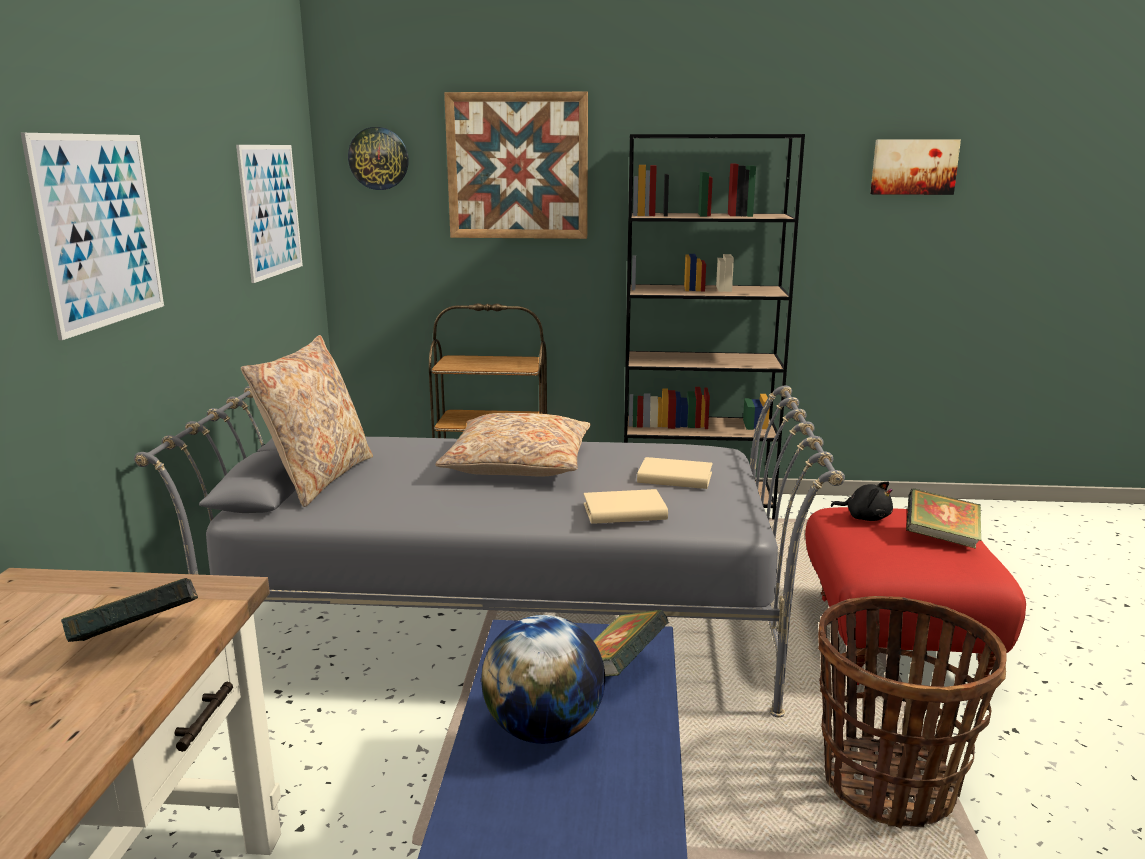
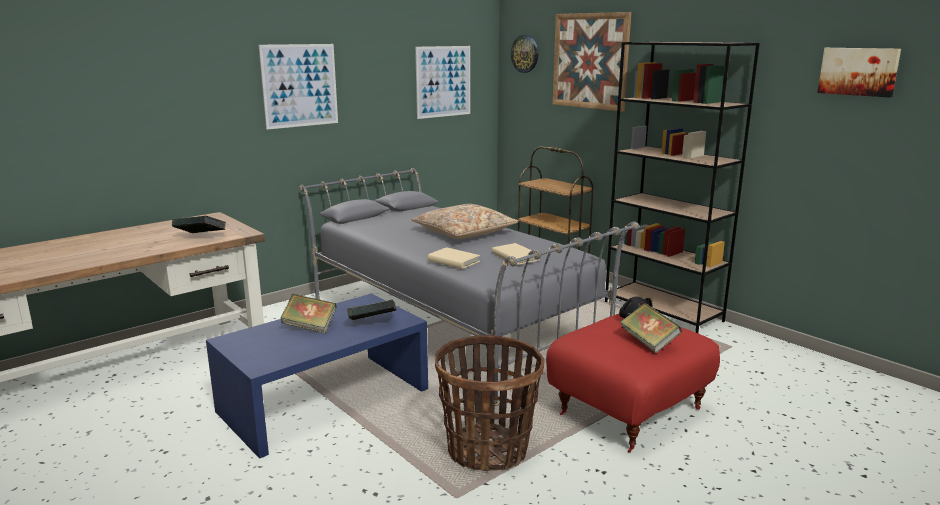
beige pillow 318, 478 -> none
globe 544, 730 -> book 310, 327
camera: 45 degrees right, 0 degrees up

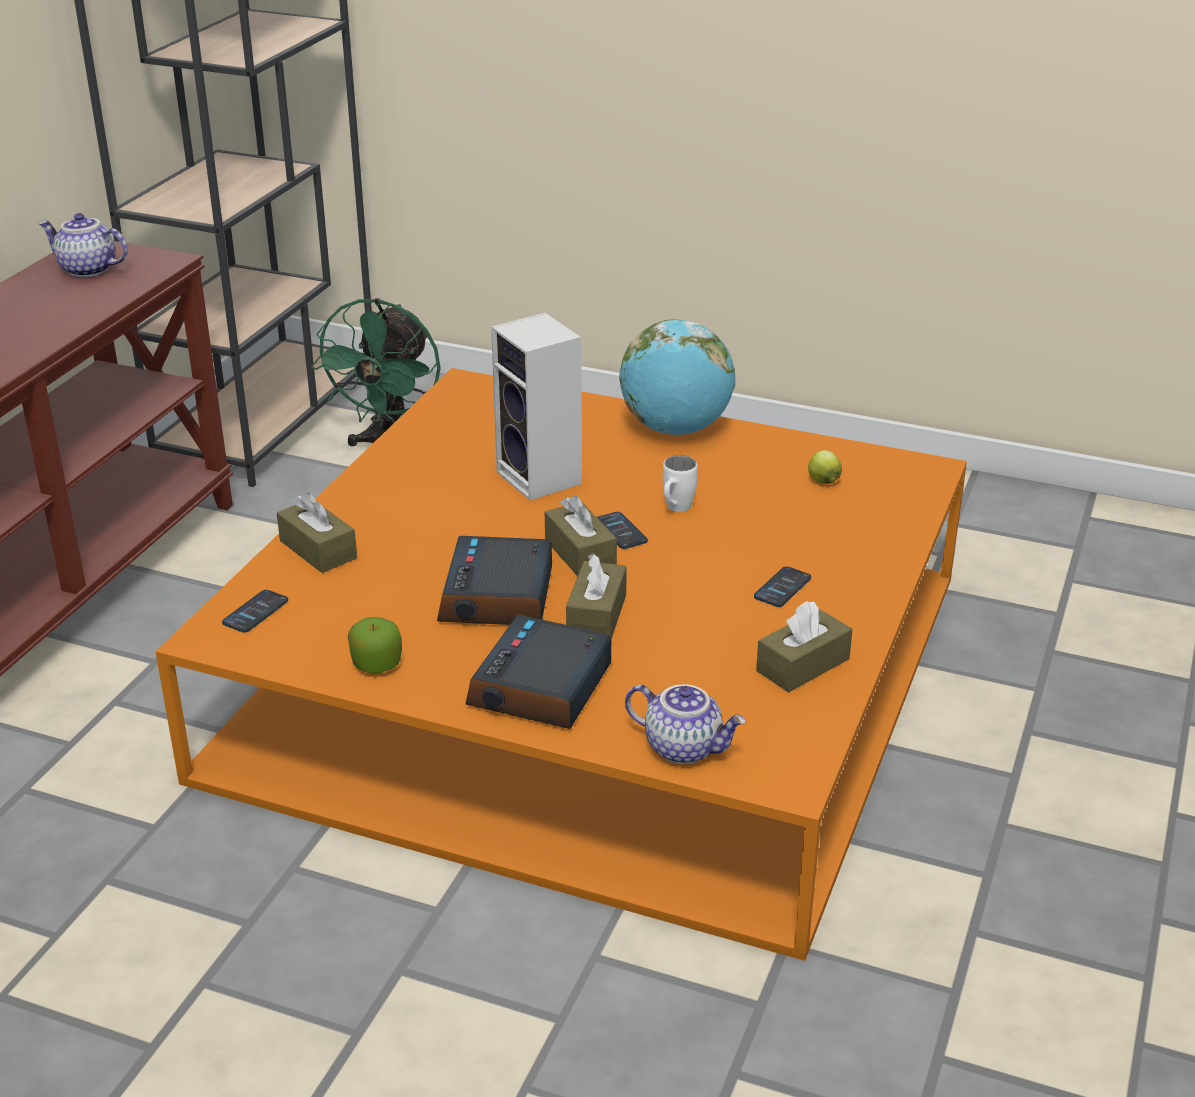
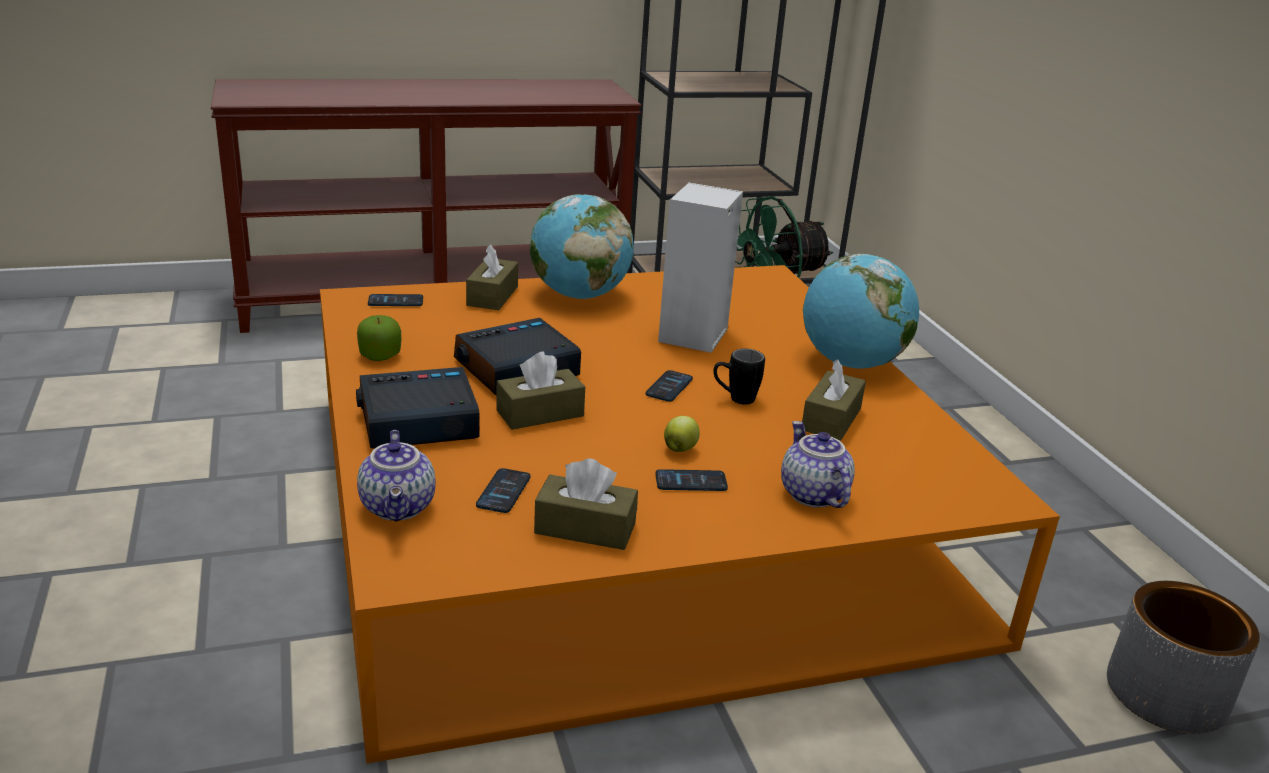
none -> phone 503, 491
none -> globe 579, 295
none -> grey planter 1166, 696
teapot 87, 270 -> teapot 811, 494, shifted
brown tissue box 580, 553 -> brown tissue box 831, 419, shifted
apple 823, 481 -> apple 680, 449, shifted
white mug 675, 510 -> black mug 734, 399
camera: 50 degrees right, 5 degrees down

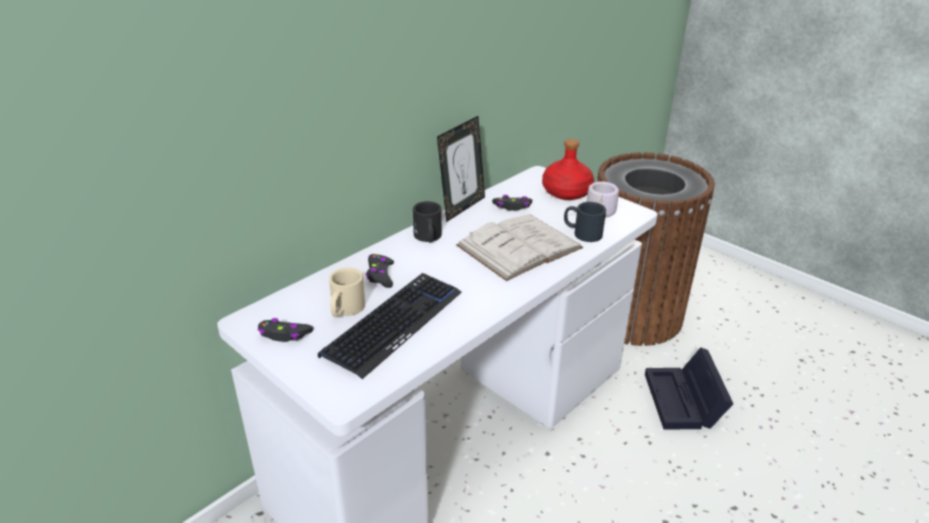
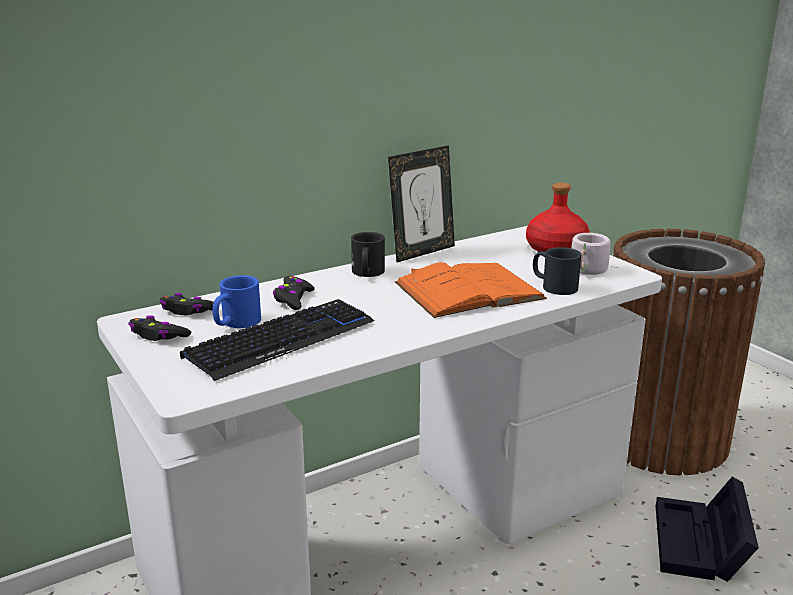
black game controller 512, 207 -> black game controller 188, 311, shifted
beige mug 345, 310 -> blue mug 236, 323
white book 519, 246 -> orange book 468, 290
camera: 15 degrees right, 10 degrees down

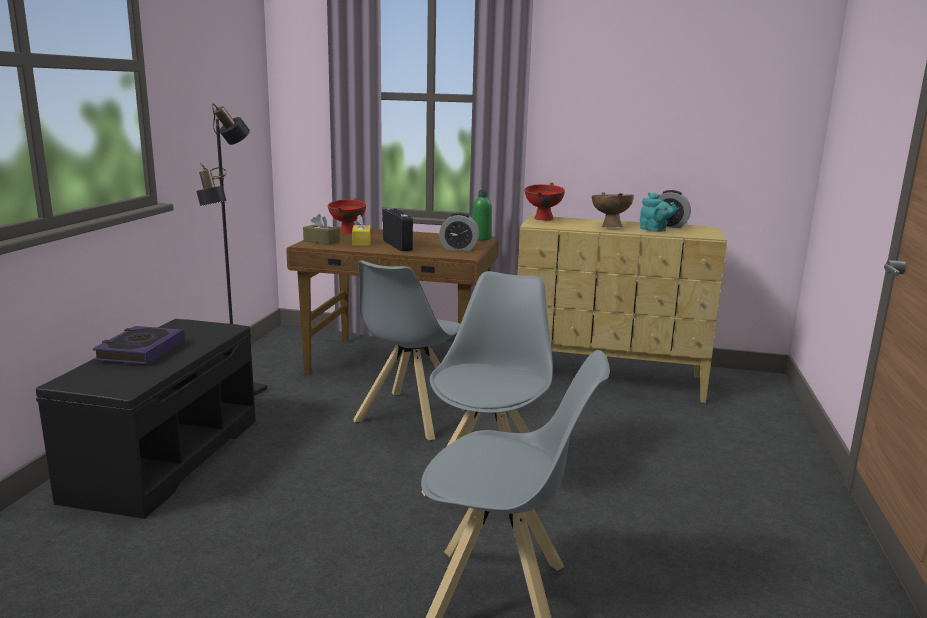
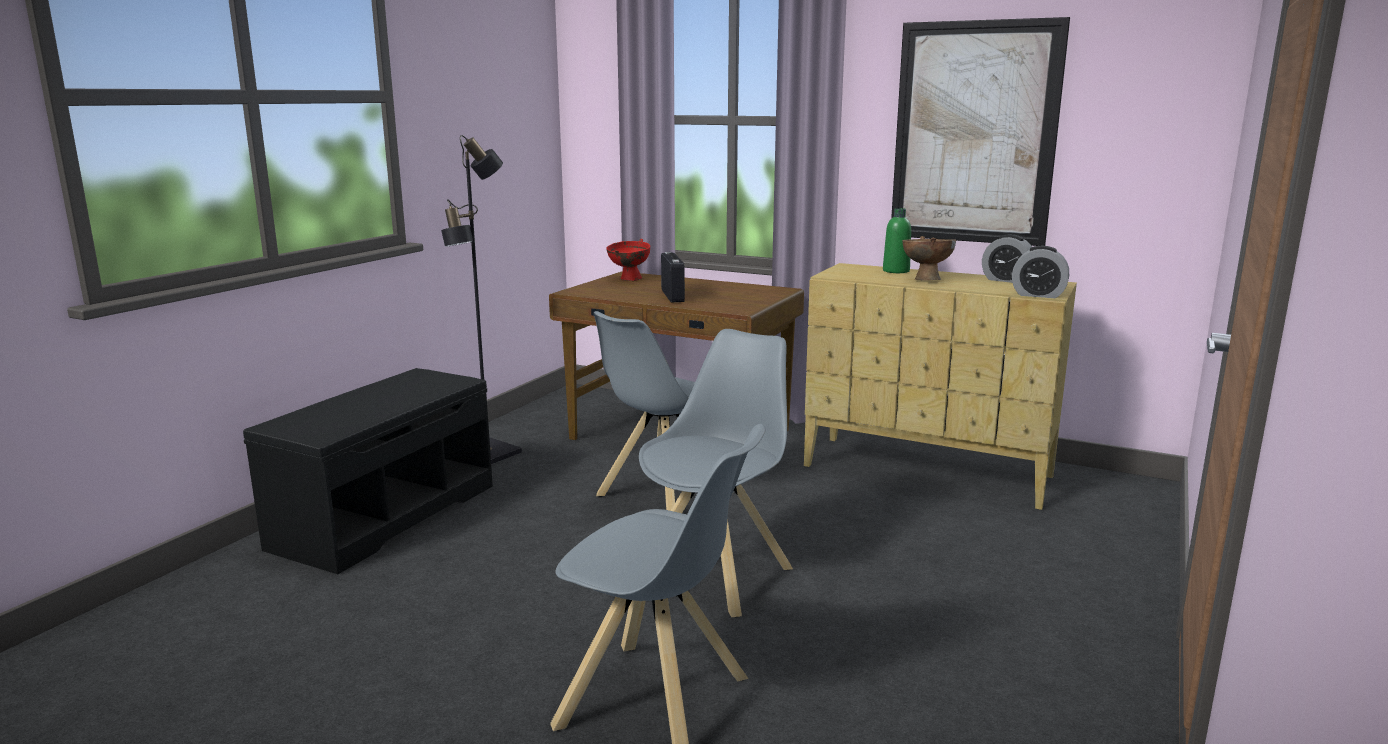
book 141, 351 -> none
brown tissue box 321, 241 -> none
yellow tissue box 361, 242 -> none
red bowl 542, 219 -> none
turquoise teapot 654, 230 -> none
none -> picture 974, 134
alarm clock 459, 248 -> alarm clock 1038, 295, shifted
green bottle 481, 238 -> green bottle 896, 271, shifted
camera: 15 degrees right, 0 degrees up

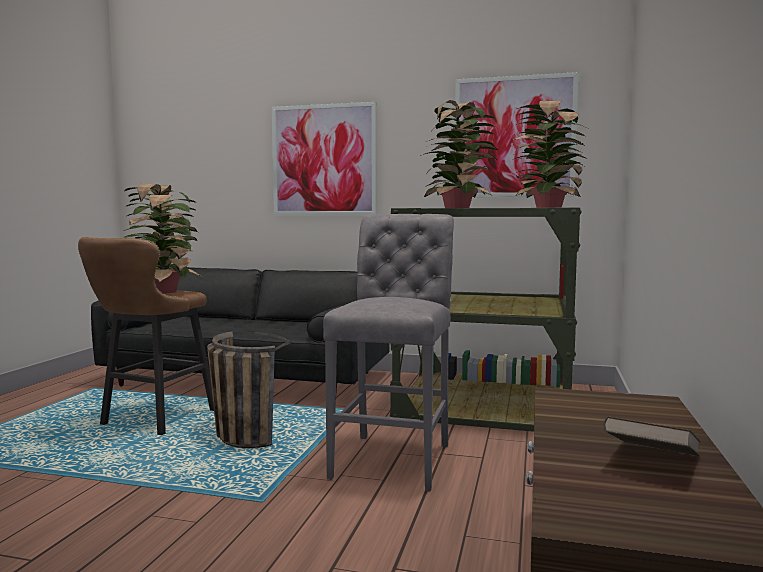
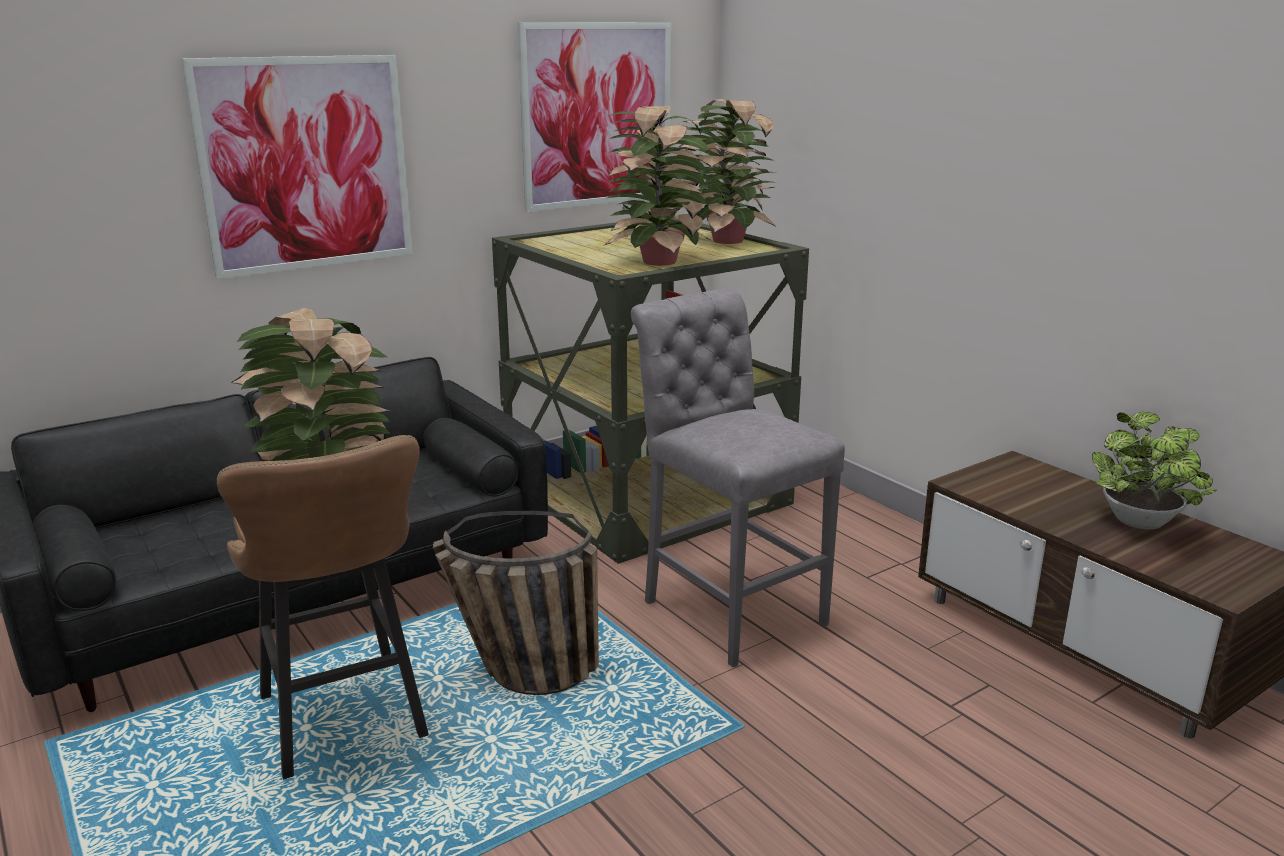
brown book 651, 461 -> potted plant 1141, 524
camera: 50 degrees left, 15 degrees up

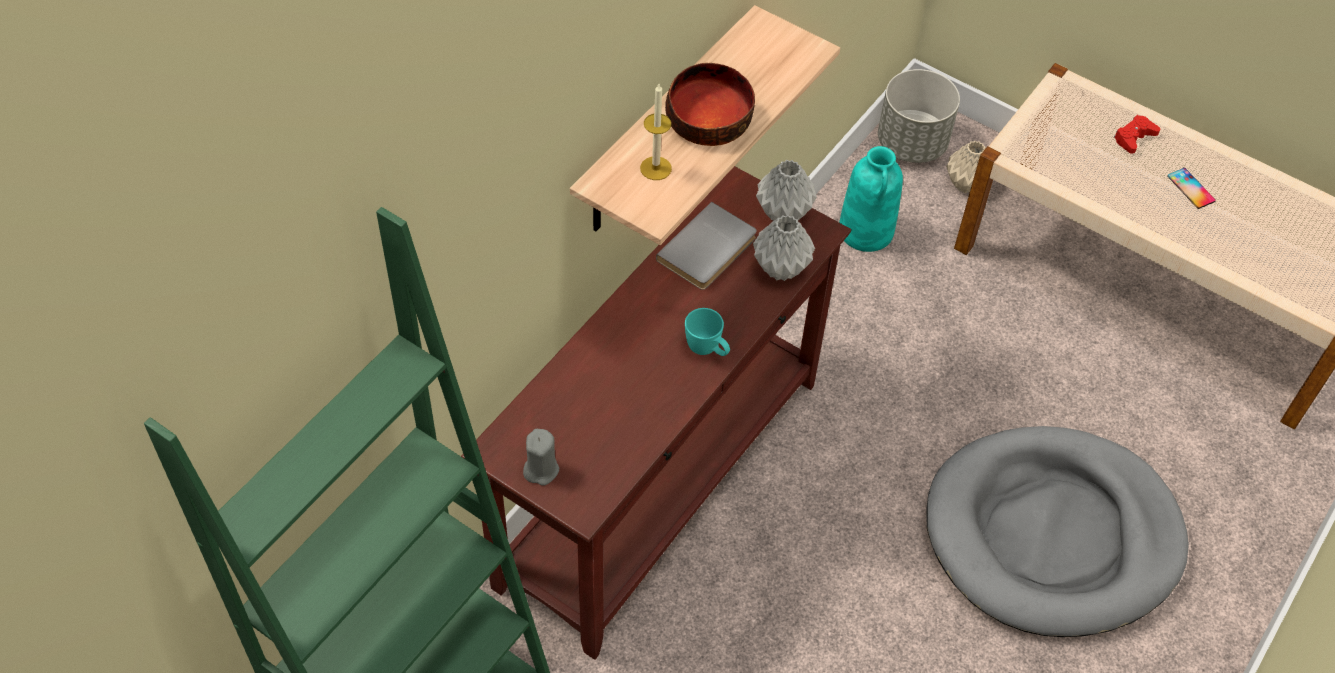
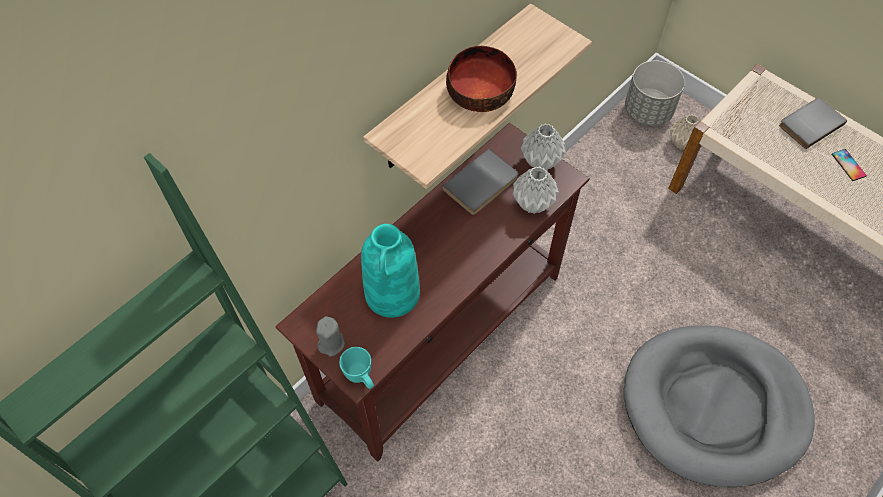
candle 655, 168 -> none
turquoise mug 707, 350 -> turquoise mug 361, 378, shifted
turquoise vase 866, 232 -> turquoise vase 393, 294, shifted
red game controller 1134, 138 -> grey book 809, 123
camera: 10 degrees right, 5 degrees up

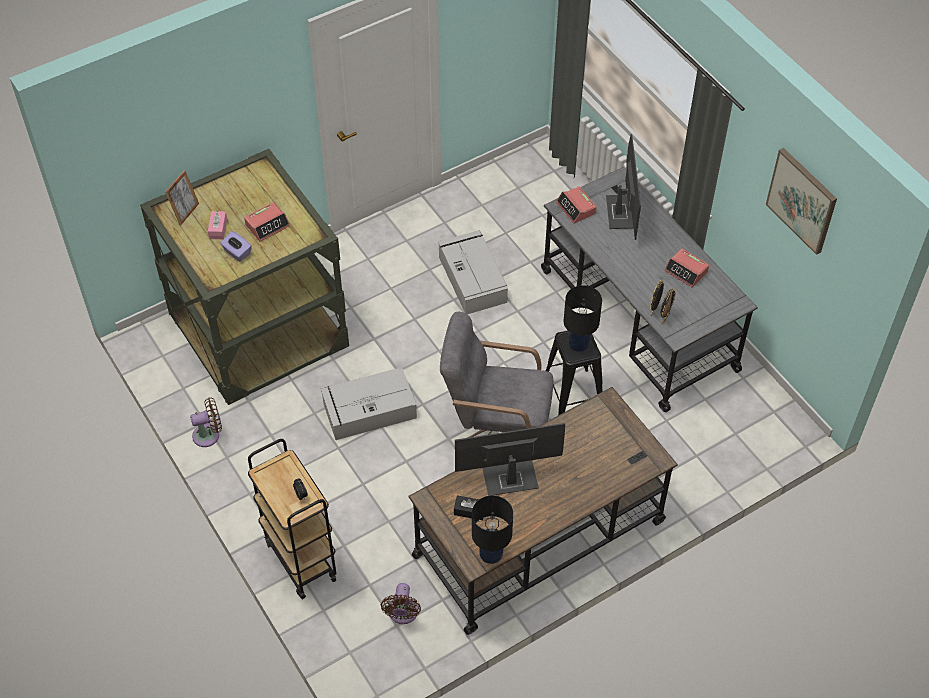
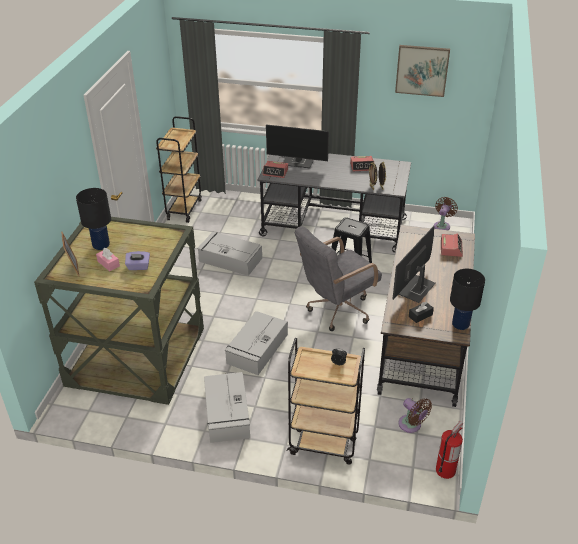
none -> brown cart 184, 209
none -> grey storage box 227, 414
none -> fire extinguisher 445, 470
brown fan 209, 435 -> brown fan 442, 225, shifted
alarm clock 267, 225 -> alarm clock 451, 248, shifted
black table lamp 579, 345 -> black table lamp 101, 246, shifted
monitor 621, 211 -> monitor 298, 162, 150 degrees clockwise
camera: 45 degrees left, 15 degrees down

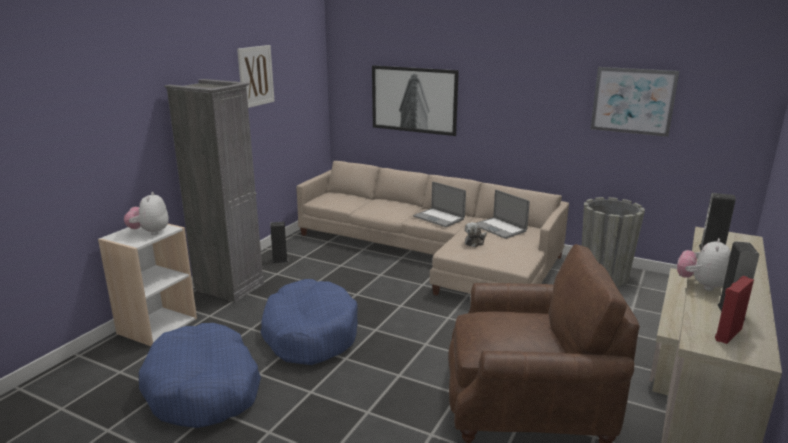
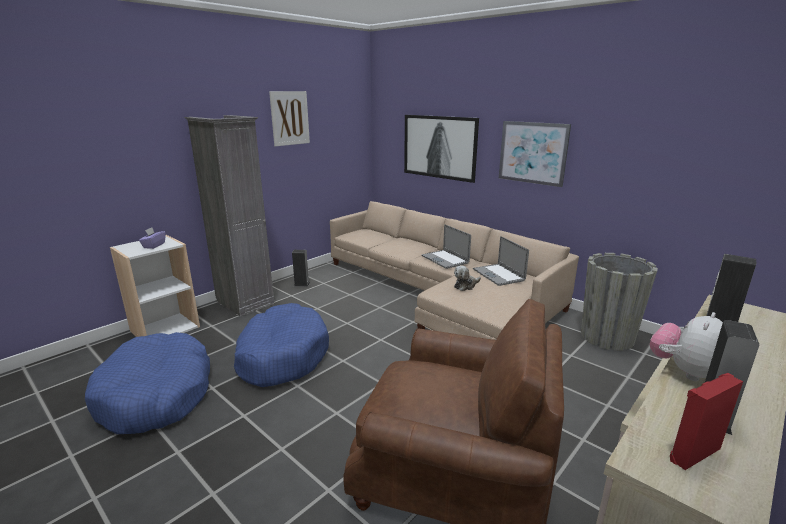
picture 633, 101 -> picture 532, 153, shifted
plush toy 150, 232 -> purple tissue box 154, 245
camera: 15 degrees right, 0 degrees up

